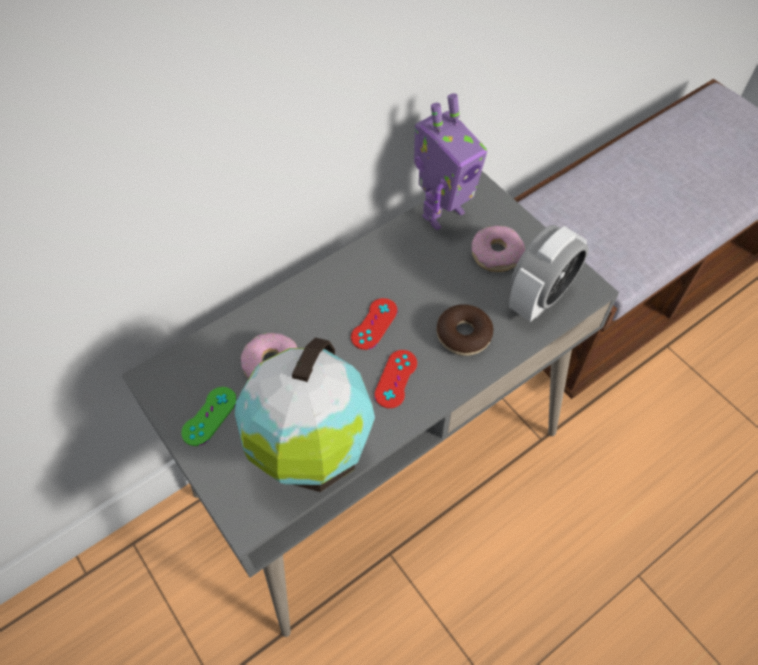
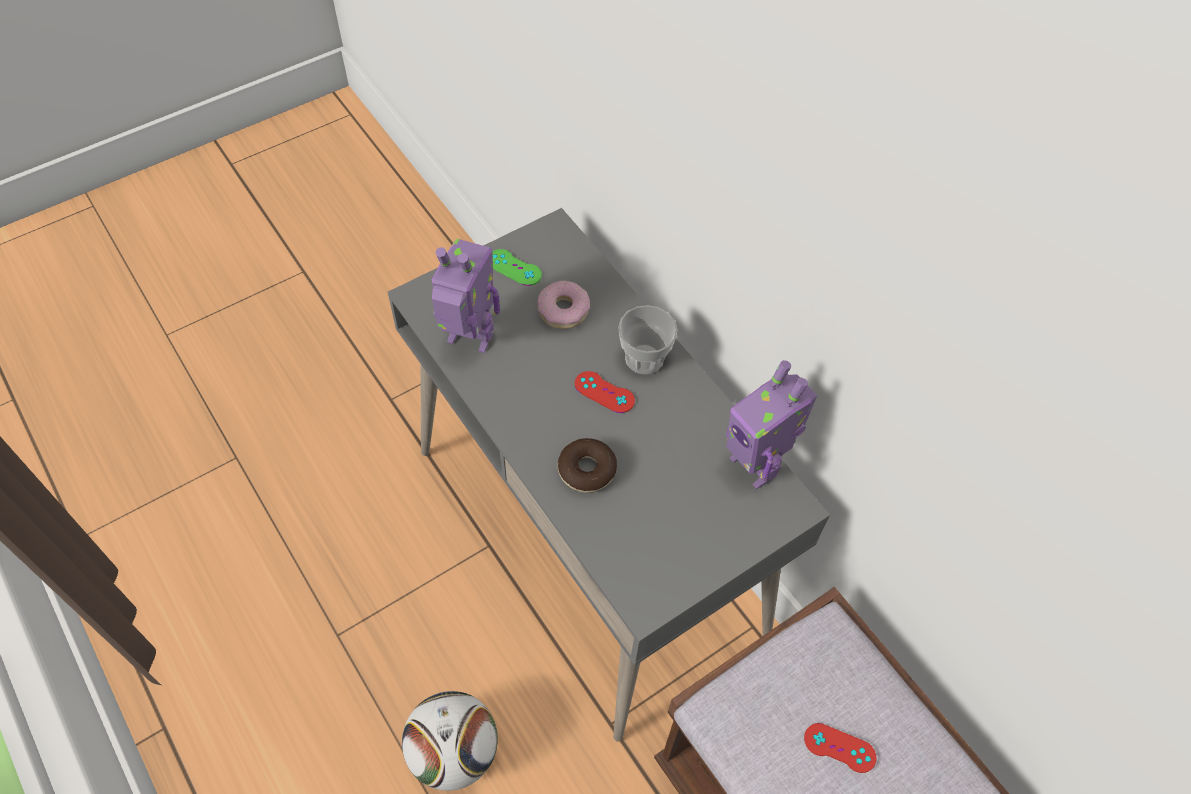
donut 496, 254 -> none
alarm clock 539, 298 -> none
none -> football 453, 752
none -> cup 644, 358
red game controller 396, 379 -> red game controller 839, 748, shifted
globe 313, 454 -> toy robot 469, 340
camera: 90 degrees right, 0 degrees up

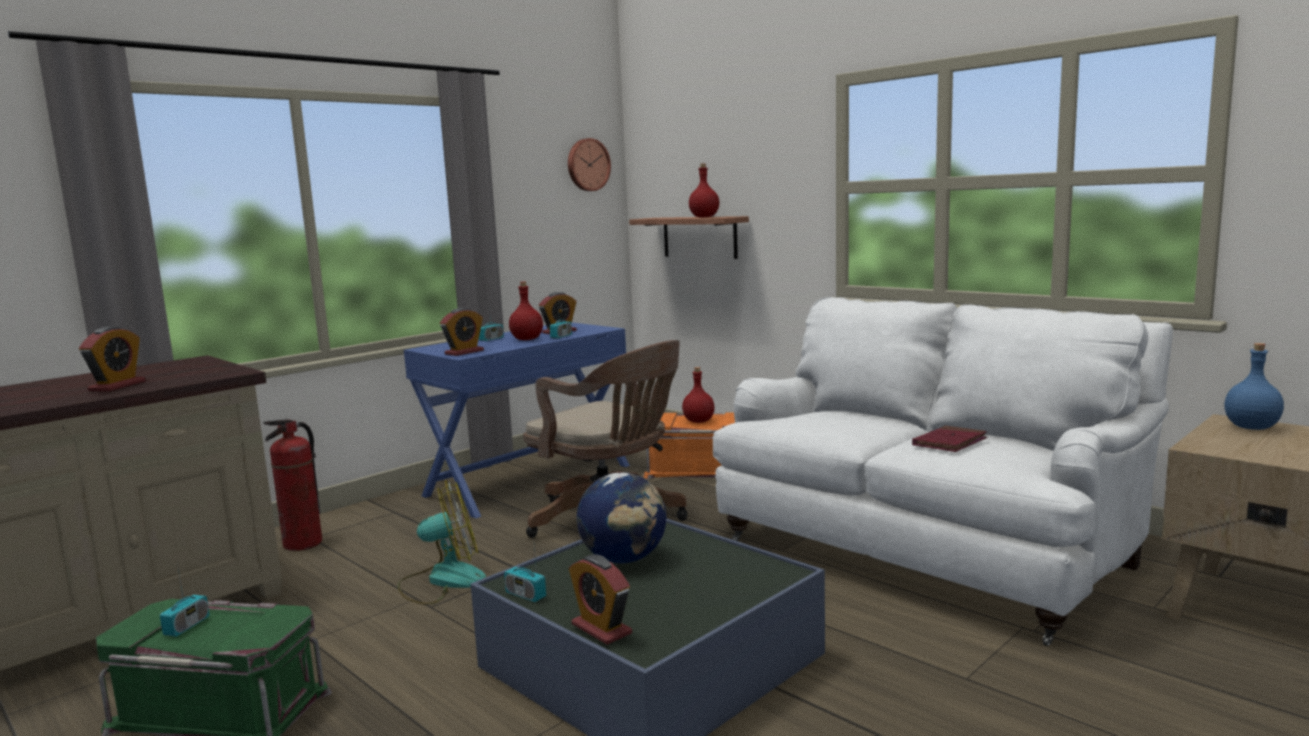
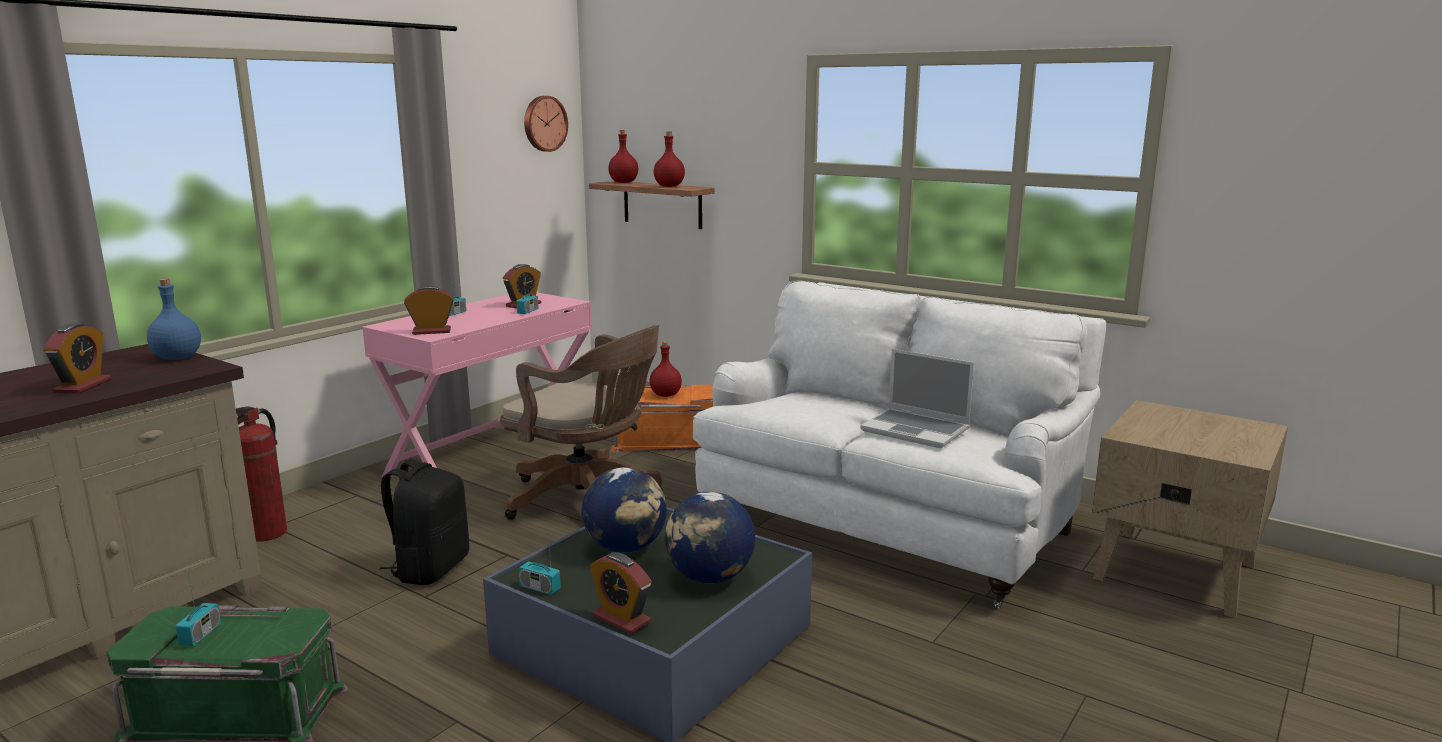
none -> globe 709, 578
red bottle 527, 339 -> red bottle 624, 182, shifted
blue bottle 1251, 427 -> blue bottle 176, 358, shifted
fan 442, 580 -> black backpack 430, 569
red book 949, 443 -> laptop 917, 430
blue desk 528, 480 -> pink desk 492, 456
alarm clock 464, 352 -> alarm clock 431, 331, 135 degrees counterclockwise
camera: 10 degrees left, 5 degrees up

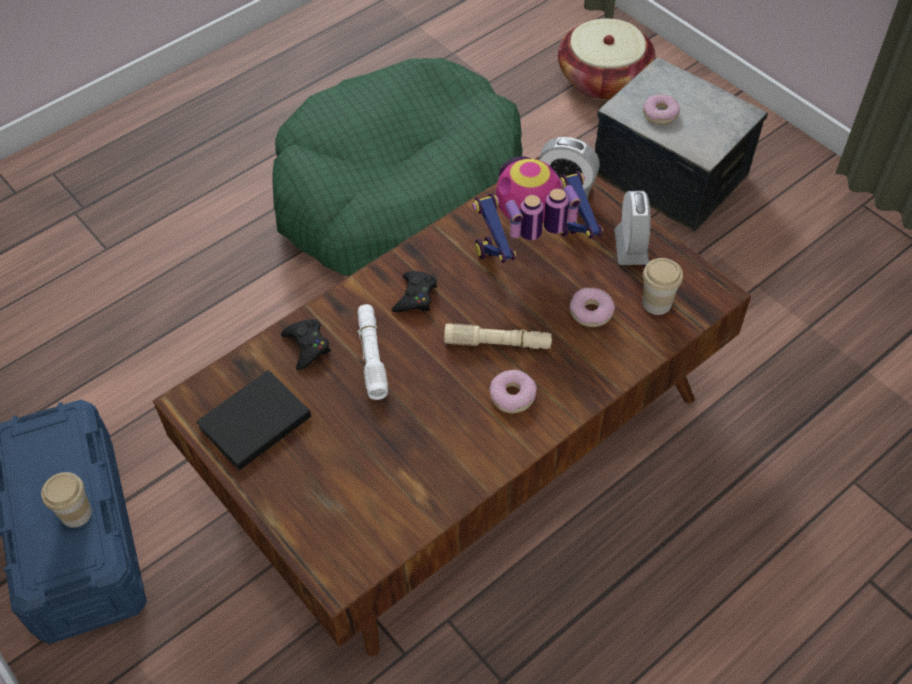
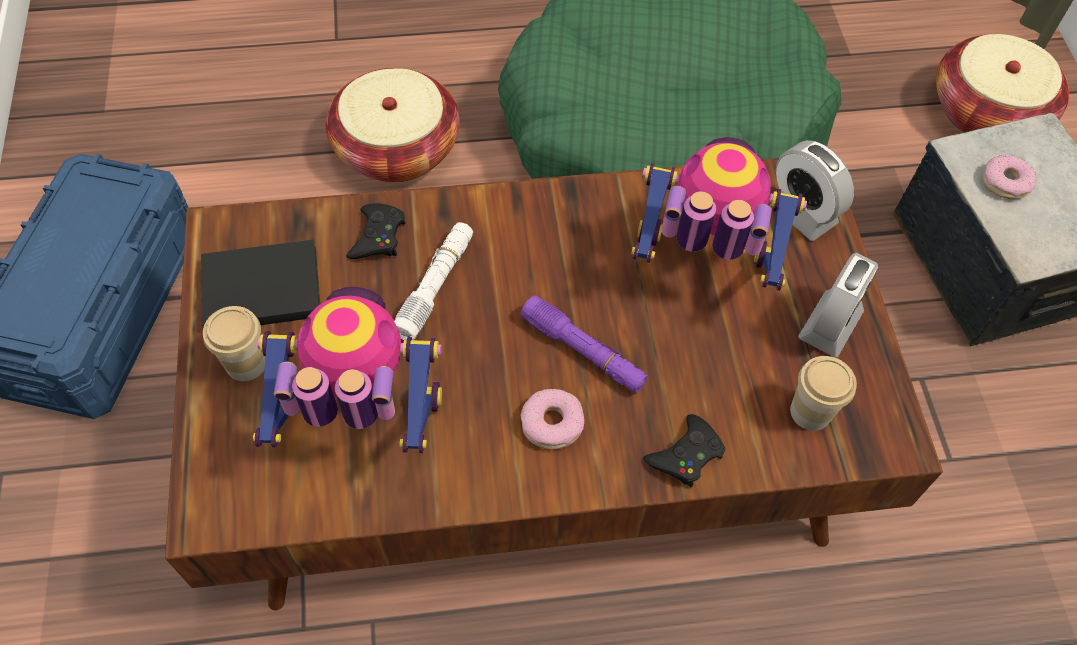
donut 591, 312 -> none
none -> toy robot 360, 420
none -> basket 397, 149
cup 76, 513 -> cup 246, 363, shifted
black game controller 415, 296 -> black game controller 686, 455, shifted
beige flashlight 498, 343 -> purple flashlight 583, 351
camera: 30 degrees right, 5 degrees up

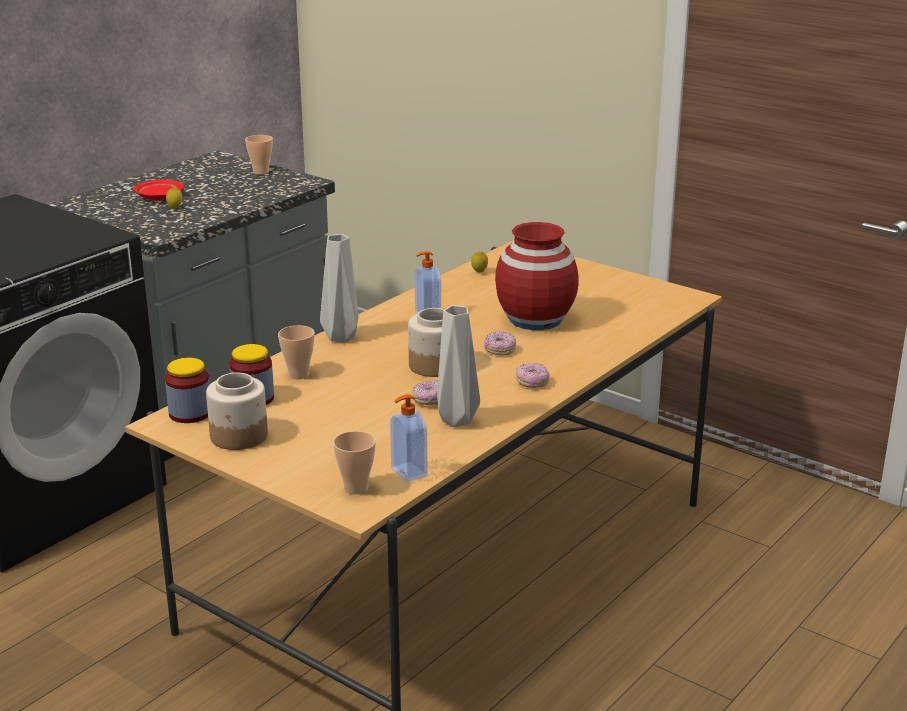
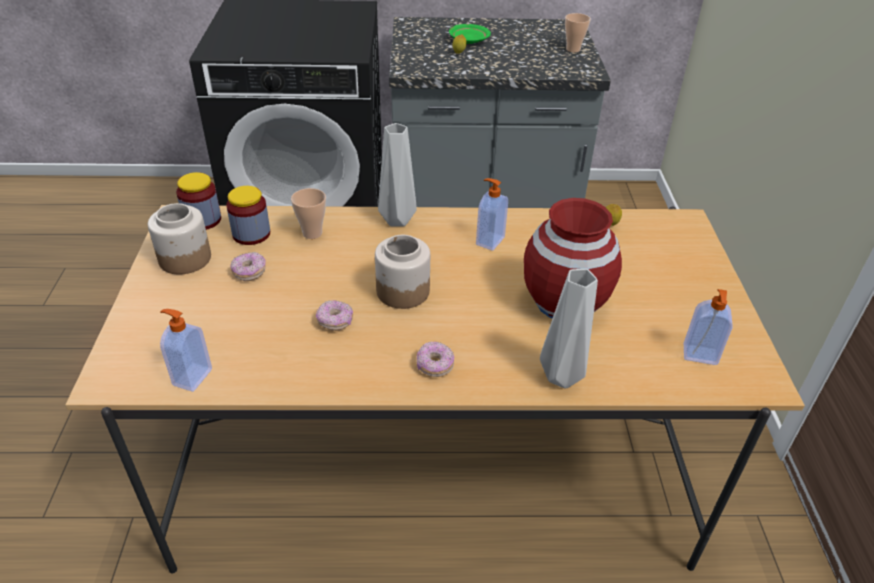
cup 356, 488 -> none
none -> soap dispenser 700, 355
grey vase 458, 420 -> grey vase 563, 378, shifted
donut 499, 350 -> donut 249, 272, shifted
red plate 159, 197 -> green plate 468, 40
camera: 50 degrees right, 15 degrees up

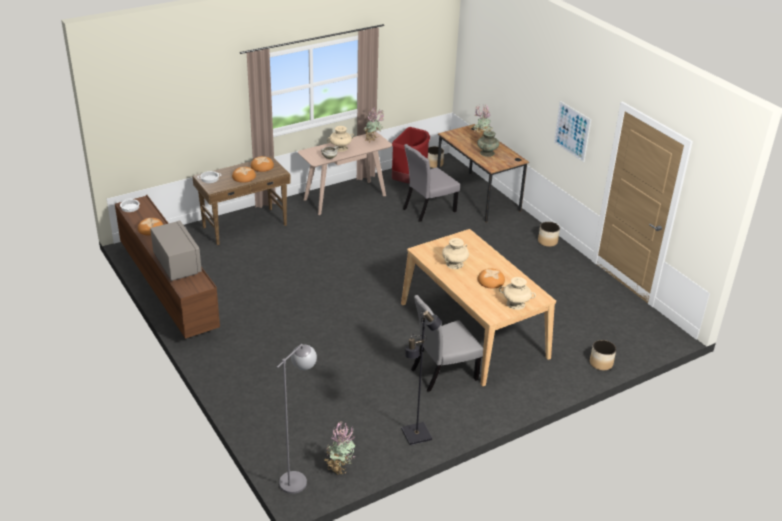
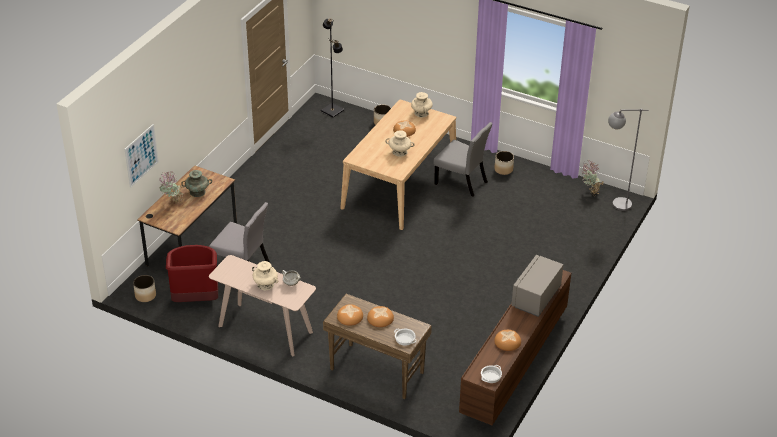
potted plant 373, 141 -> none
black floor lamp 416, 434 -> black floor lamp 332, 111, shifted
planter 547, 242 -> planter 503, 170, shifted
picture 572, 131 -> picture 141, 155, shifted
camera: 120 degrees left, 5 degrees up

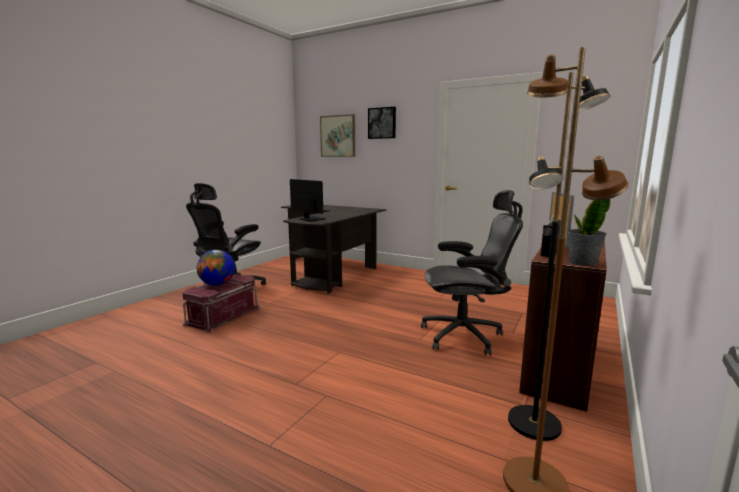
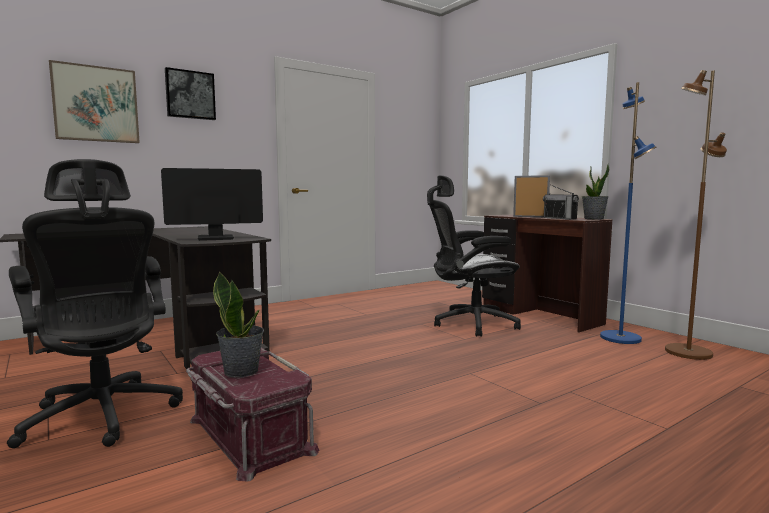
globe 217, 284 -> potted plant 241, 371
black floor lamp 535, 424 -> blue floor lamp 621, 338
office chair 466, 336 -> office chair 470, 325, 120 degrees counterclockwise
camera: 65 degrees left, 5 degrees down

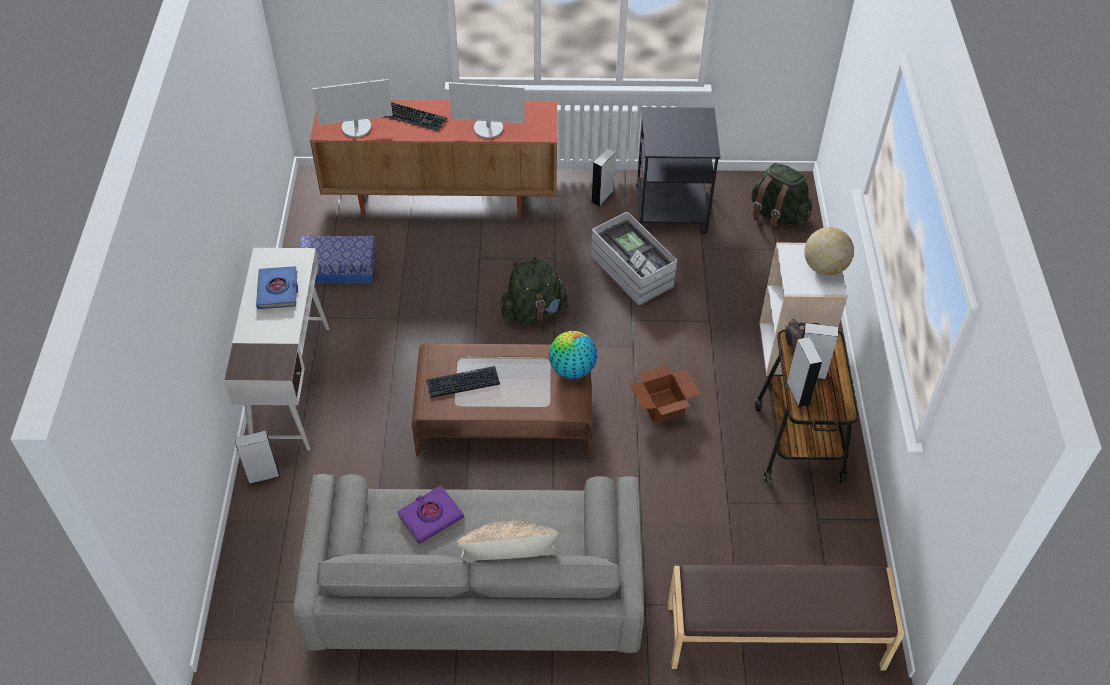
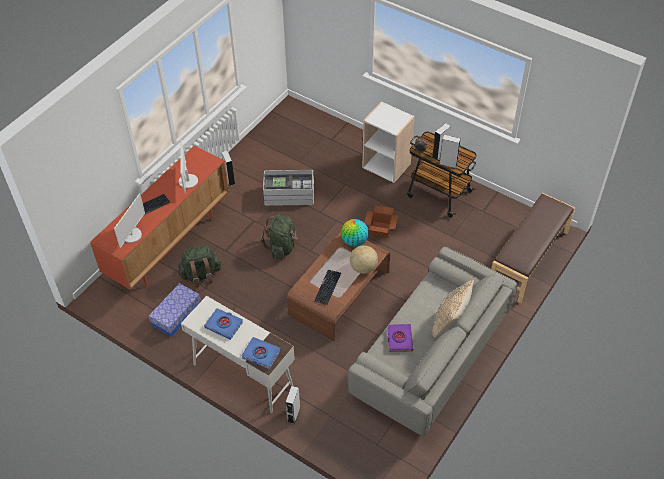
black cart 672, 209 -> none
none -> blue book 261, 354
green backpack 777, 215 -> green backpack 200, 275, shifted
globe 824, 267 -> globe 363, 268, shifted
monitor 488, 128 -> monitor 188, 181, 135 degrees clockwise
camera: 55 degrees left, 0 degrees up

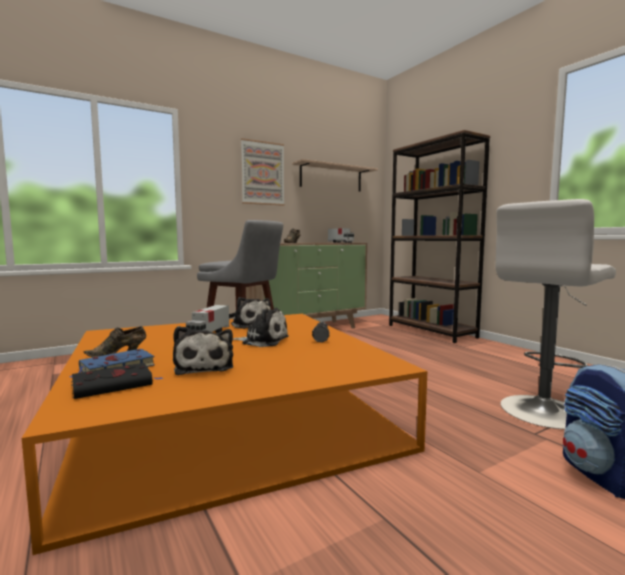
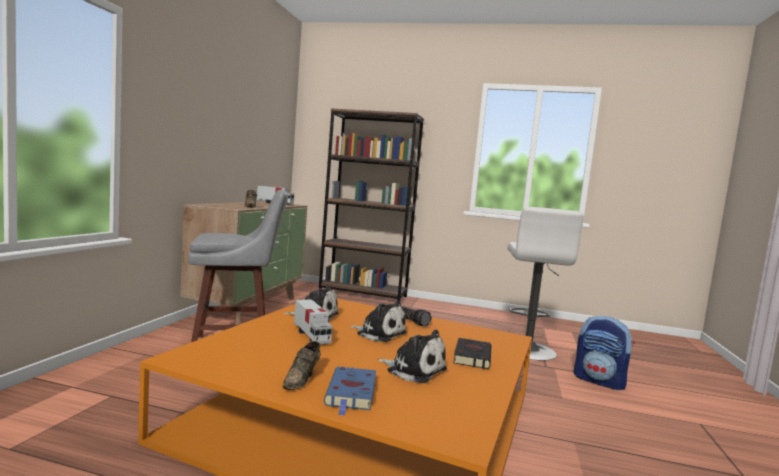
picture 262, 173 -> none
shelf 331, 178 -> none
black book 115, 385 -> black book 472, 356, shifted
plush toy 263, 341 -> plush toy 379, 333, 60 degrees clockwise
camera: 45 degrees left, 0 degrees up

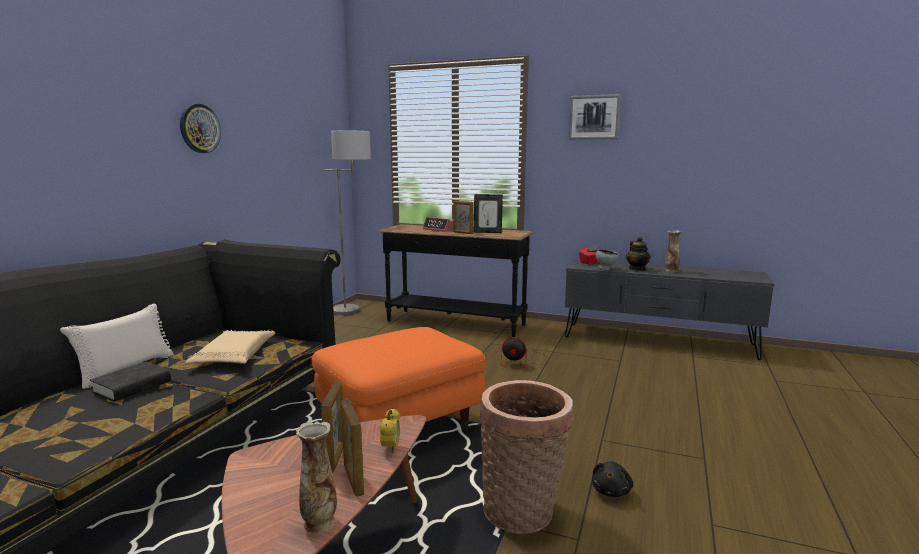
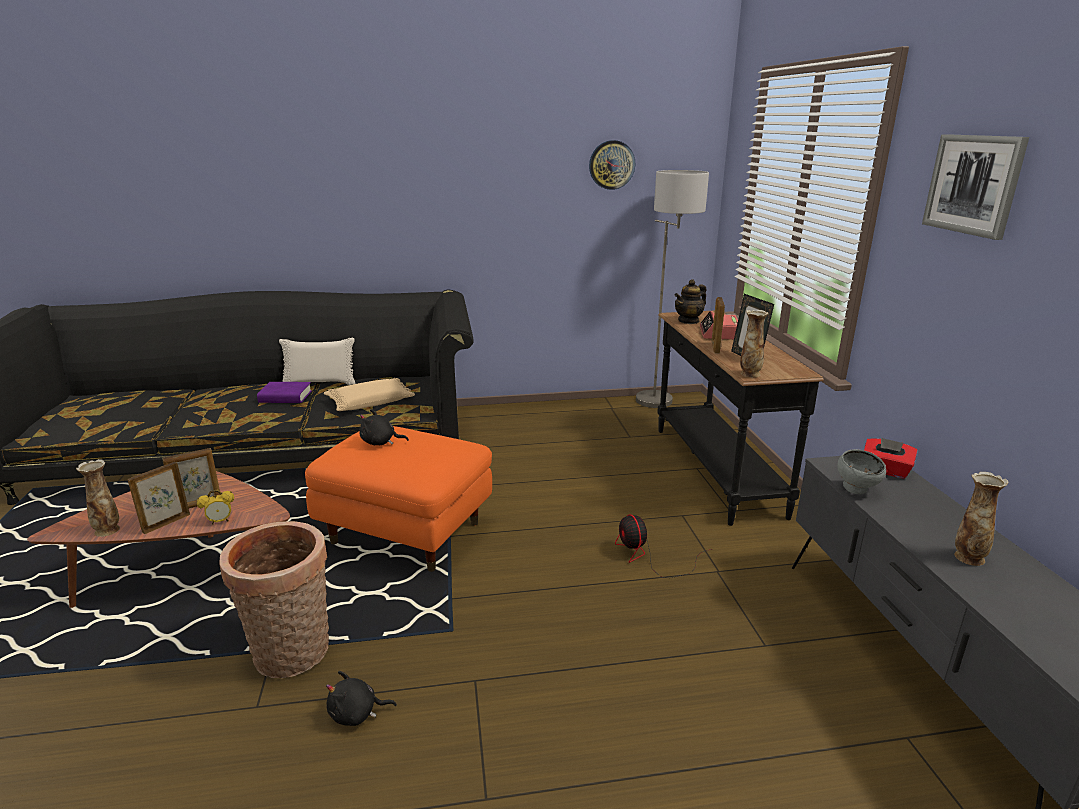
none -> black plush toy 380, 442
none -> vase 749, 374
wall clock 199, 128 -> wall clock 611, 165, shifted
teapot 637, 269 -> teapot 688, 321, shifted
black book 132, 387 -> purple book 285, 397
camera: 60 degrees right, 10 degrees up

